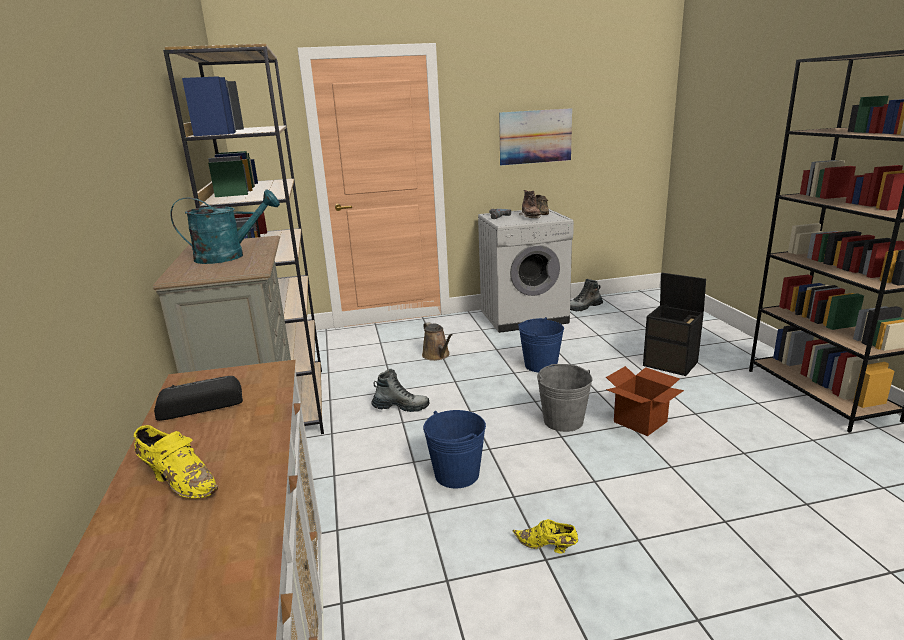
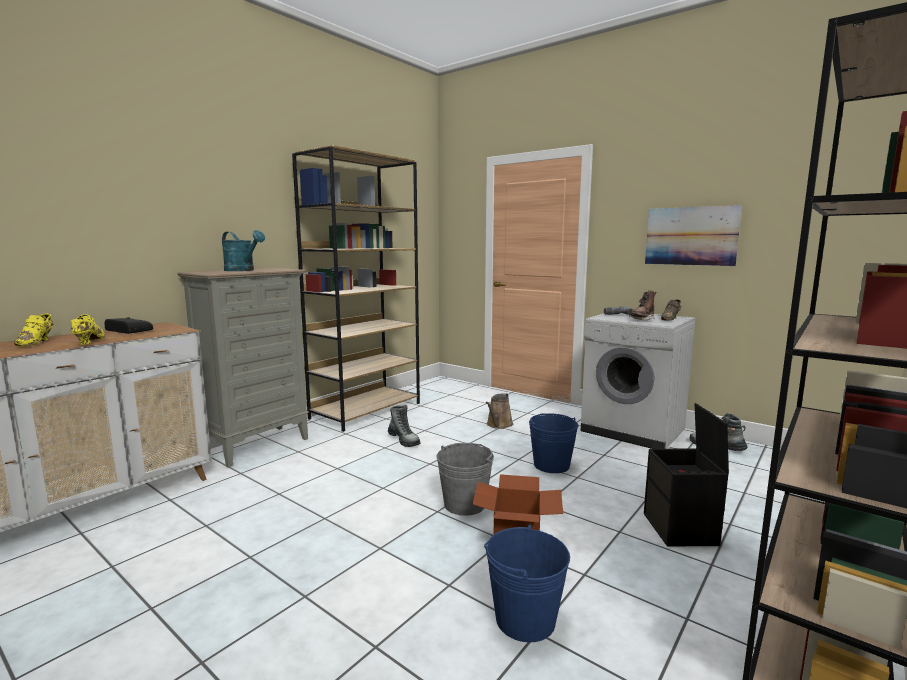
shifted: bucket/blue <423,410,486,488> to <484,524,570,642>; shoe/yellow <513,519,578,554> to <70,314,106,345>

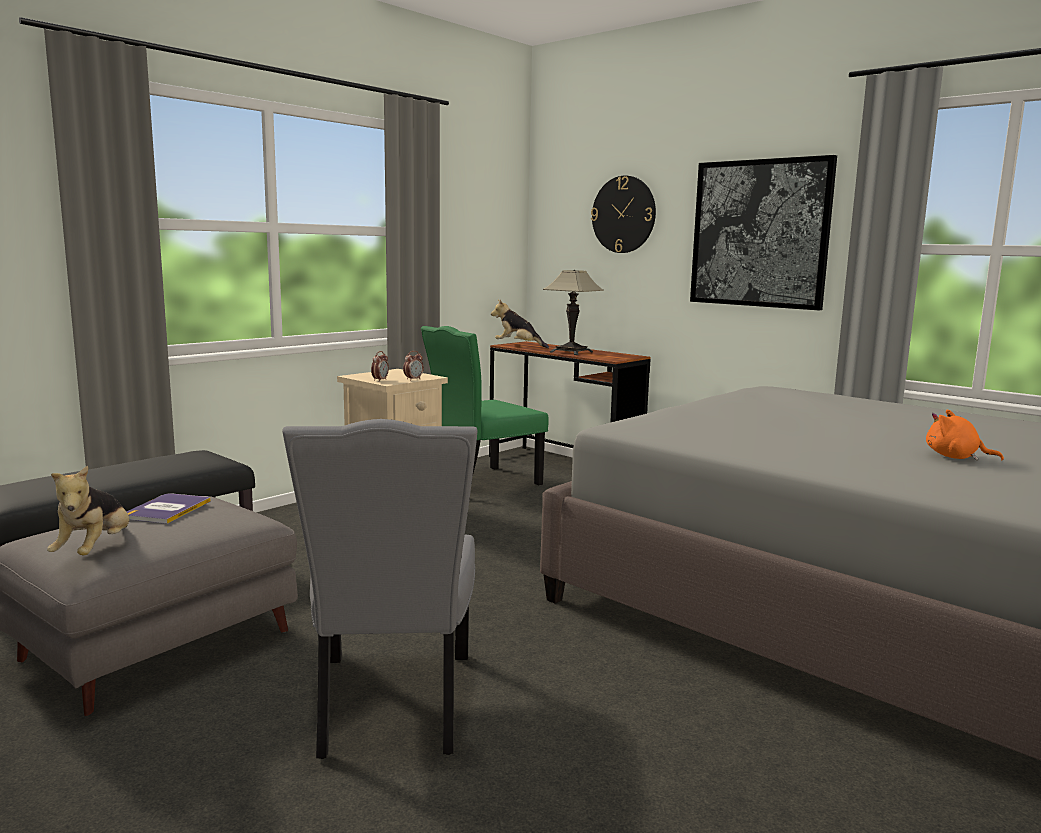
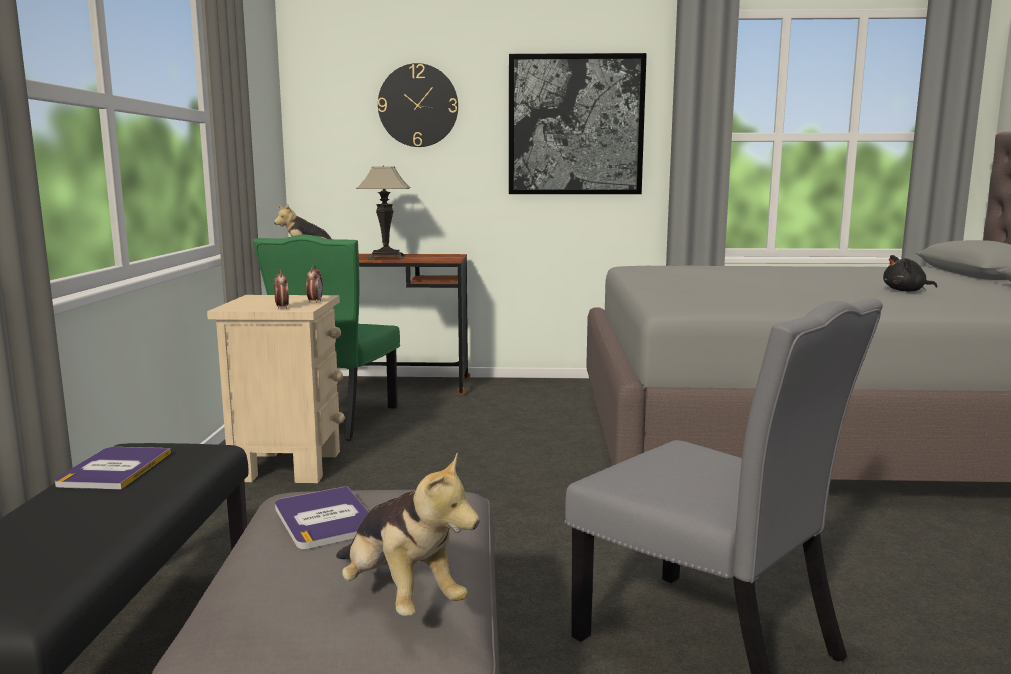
new: book <55,447,171,490>
repainted: plush toy/orange <926,410,1004,461> to plush toy/black <883,255,937,291>

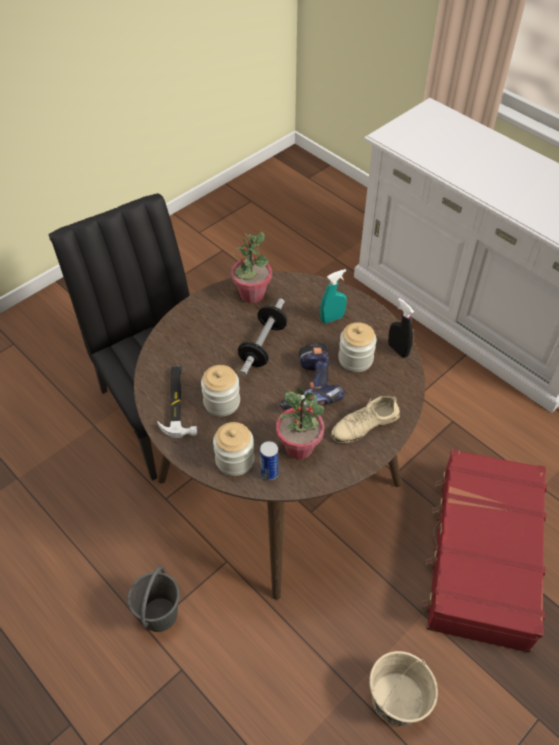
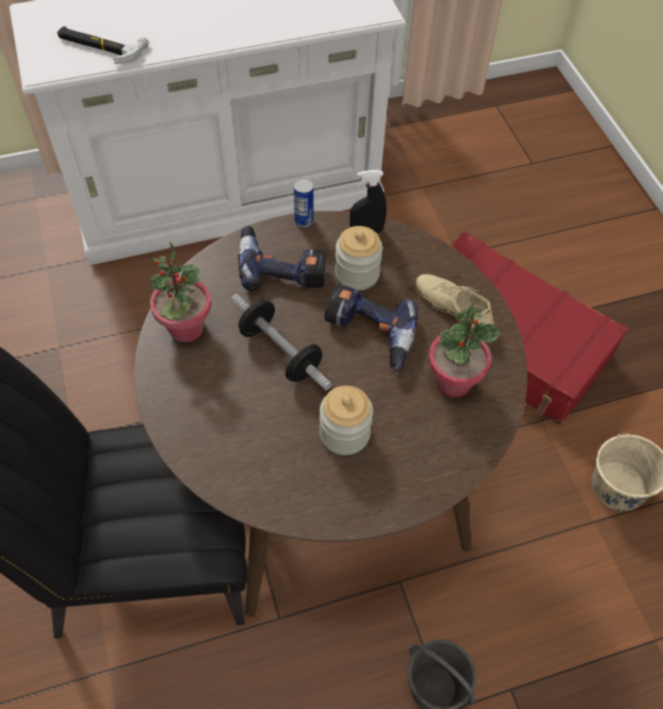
gone: jar <213,422,254,476>
shifted: hammer <157,366,197,438> to <57,26,149,64>; can <260,441,278,481> to <294,178,314,228>
swapped: spray bottle/turquoise <320,269,347,323> to power drill <238,225,325,291>
rotated: shoe/beige <331,396,400,443> = <414,274,494,331> 135 degrees clockwise

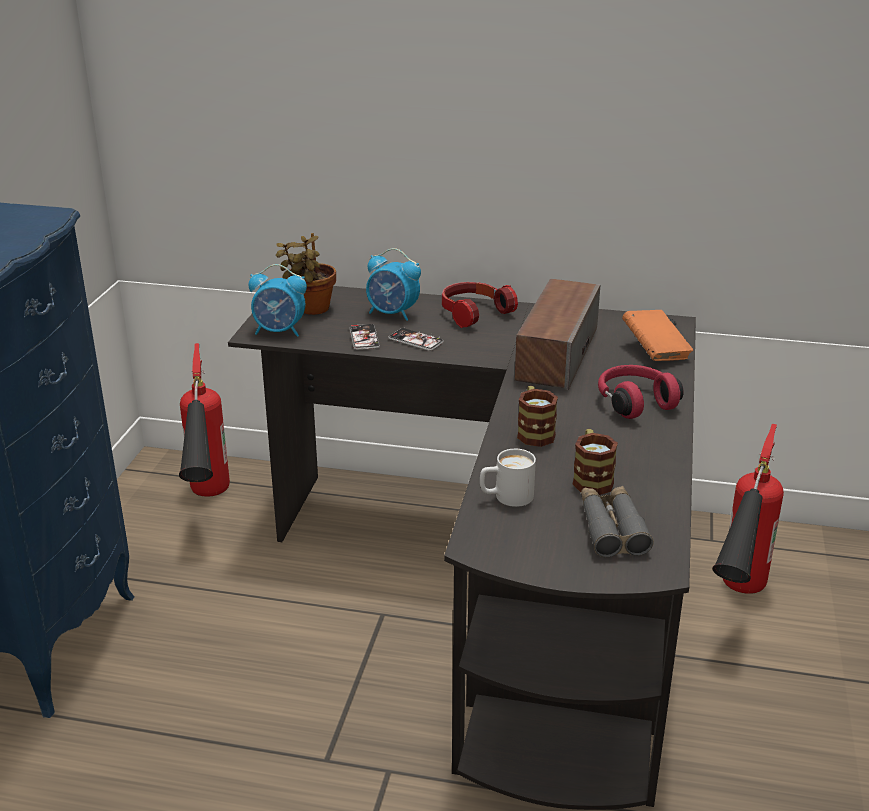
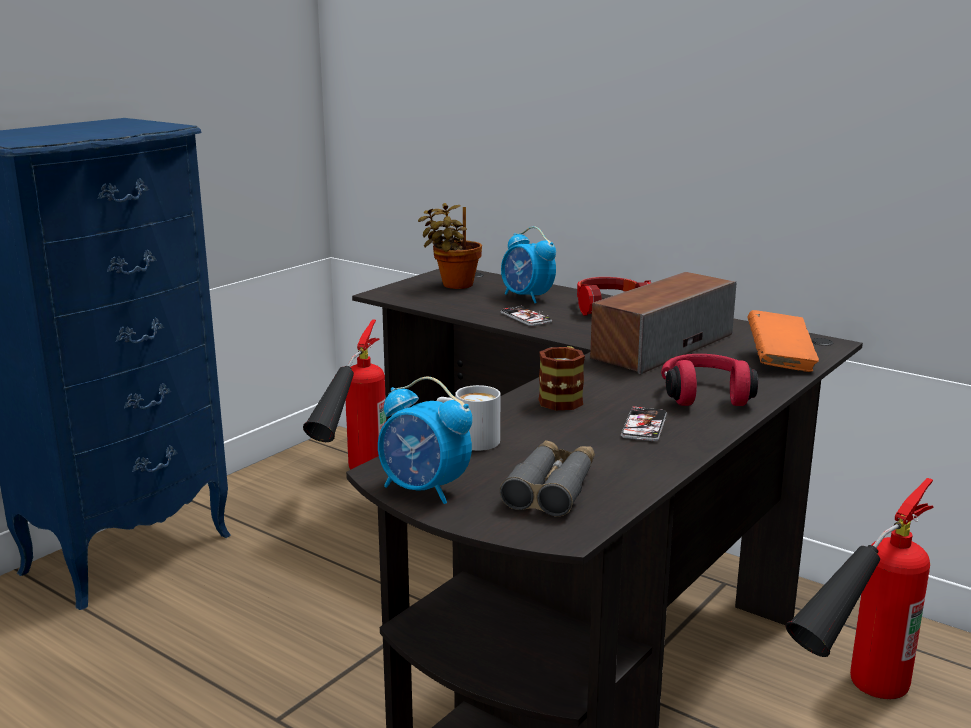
gone: mug <572,429,618,495>
shifted: alarm clock <248,264,307,337> to <378,377,473,504>; phone <349,324,380,350> to <621,407,667,441>

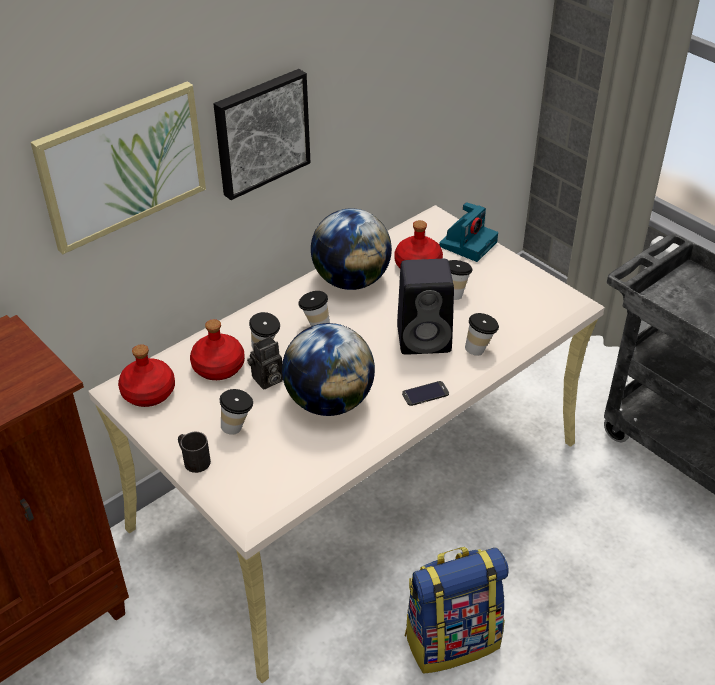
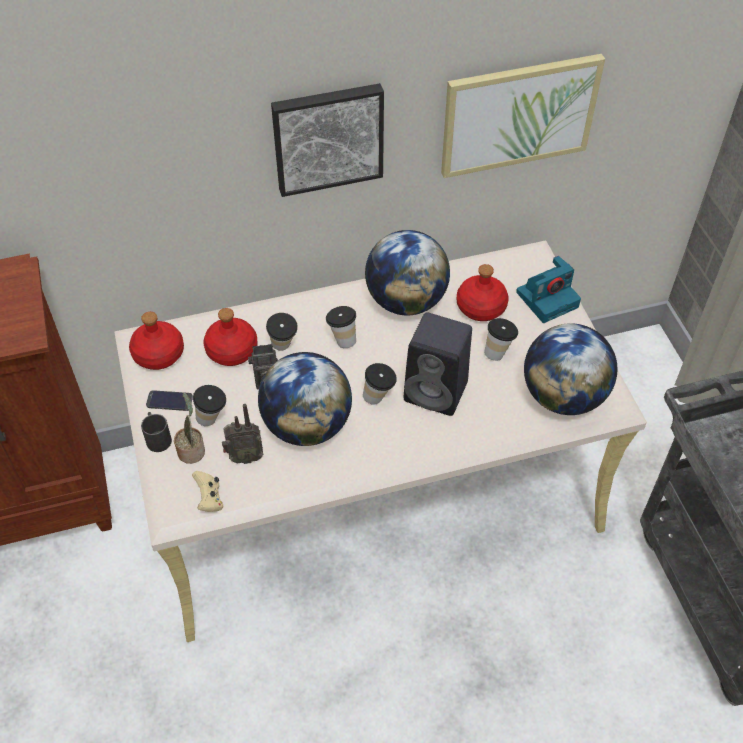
gone: backpack <405,547,509,674>
new: potted plant <174,393,205,464>; game controller/beige <192,471,223,512>; radio <222,404,263,464>; globe <524,323,618,415>
shifted: picture <31,81,206,254> to <441,54,605,178>; phone <402,381,449,406> to <146,390,193,411>; cup <465,313,499,356> to <363,363,397,405>

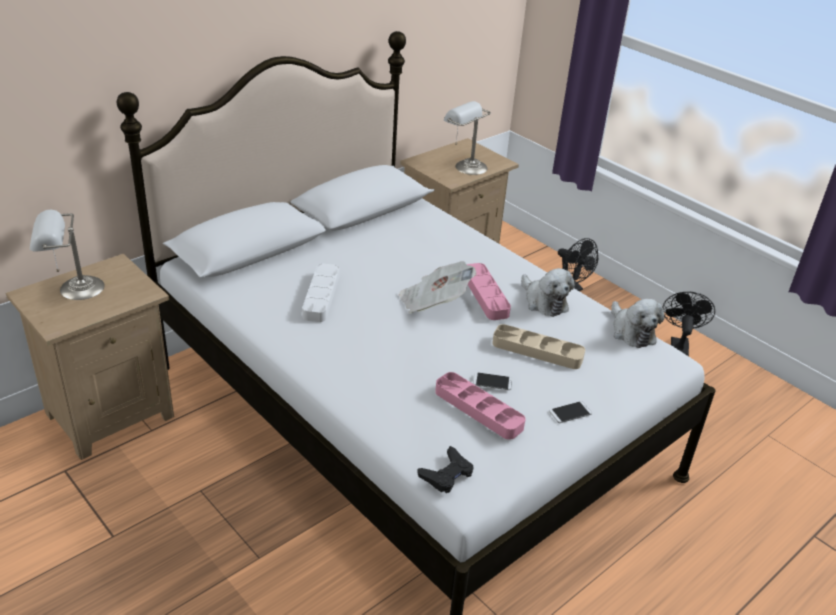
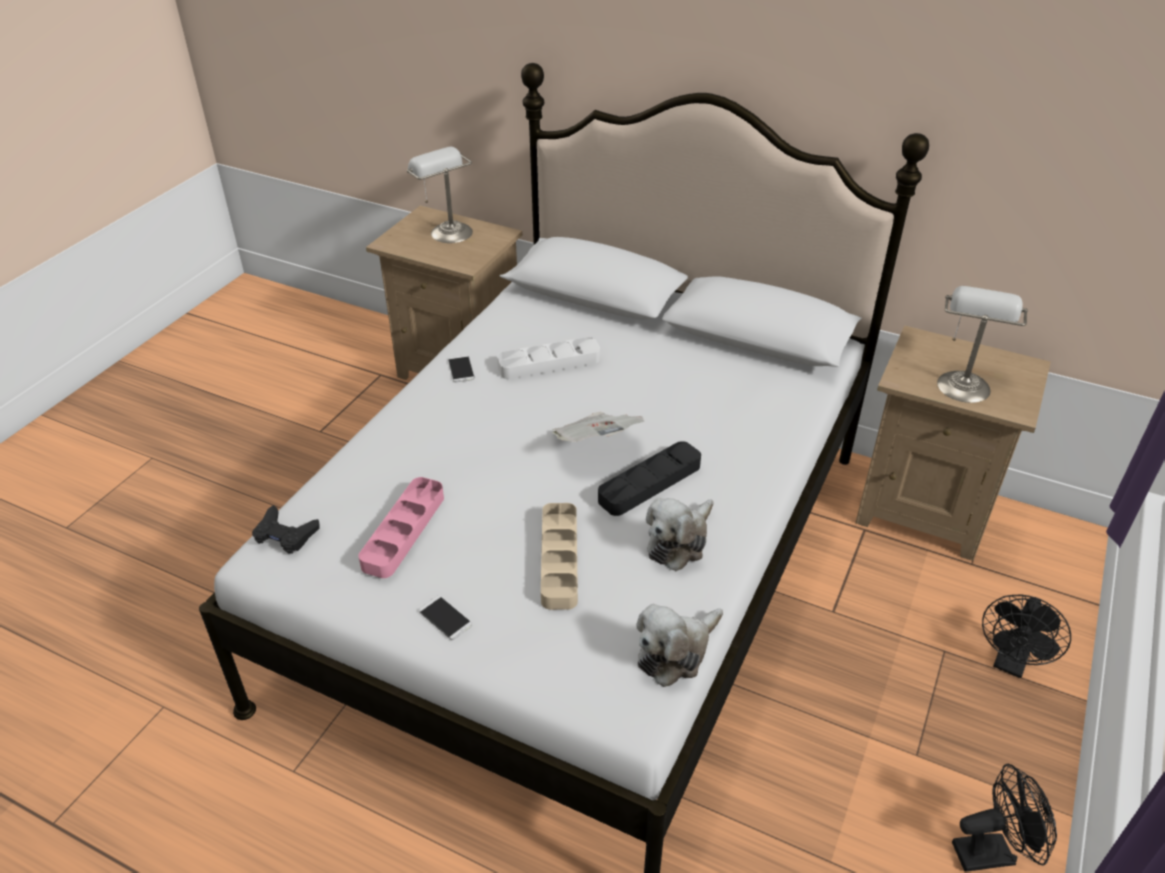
shifted: phone <473,372,512,390> to <448,355,475,382>
repainted: tray/pink <467,263,511,320> to tray/black <598,441,701,516>

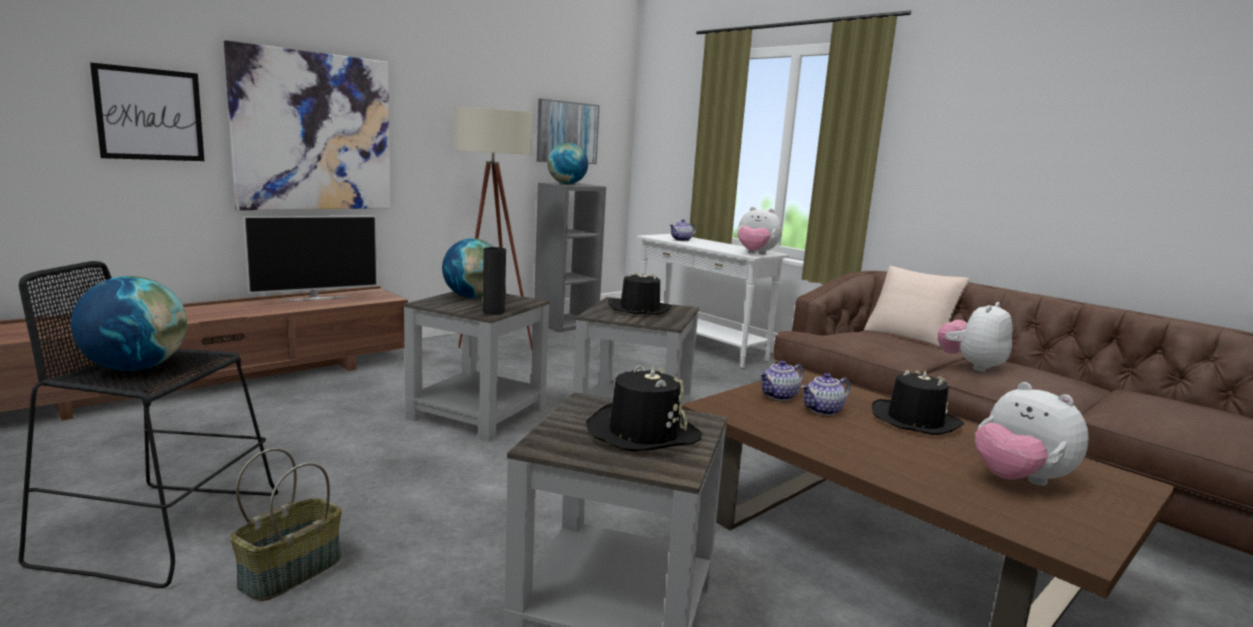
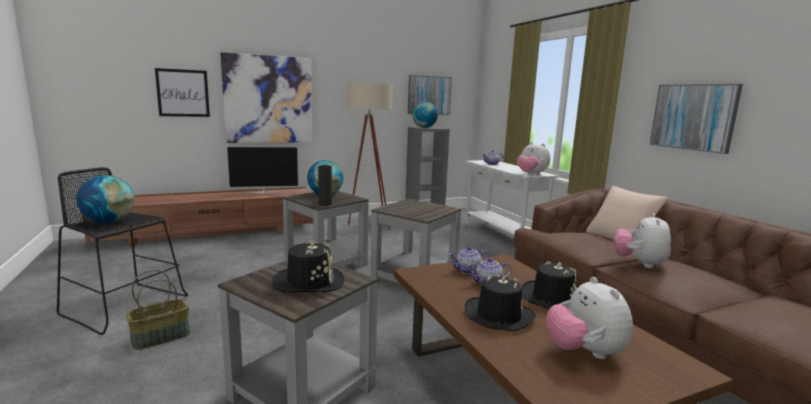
new: picture <650,84,743,154>
shifted: hat/black <609,271,673,315> to <465,274,536,331>
rotated: plush toy <937,302,1013,371> = <613,213,671,268> 45 degrees counterclockwise

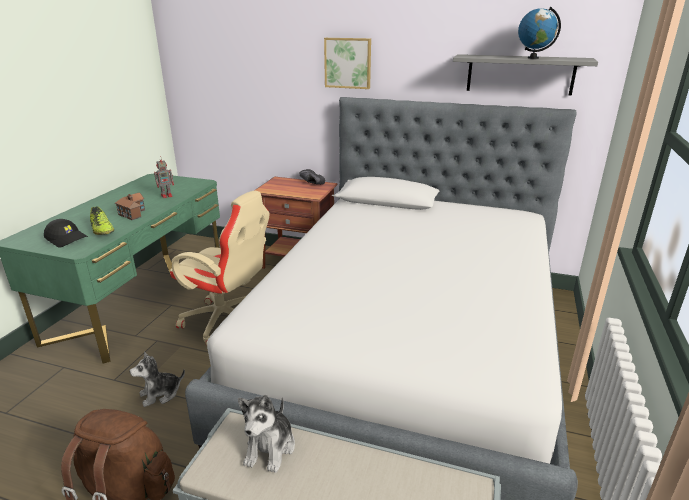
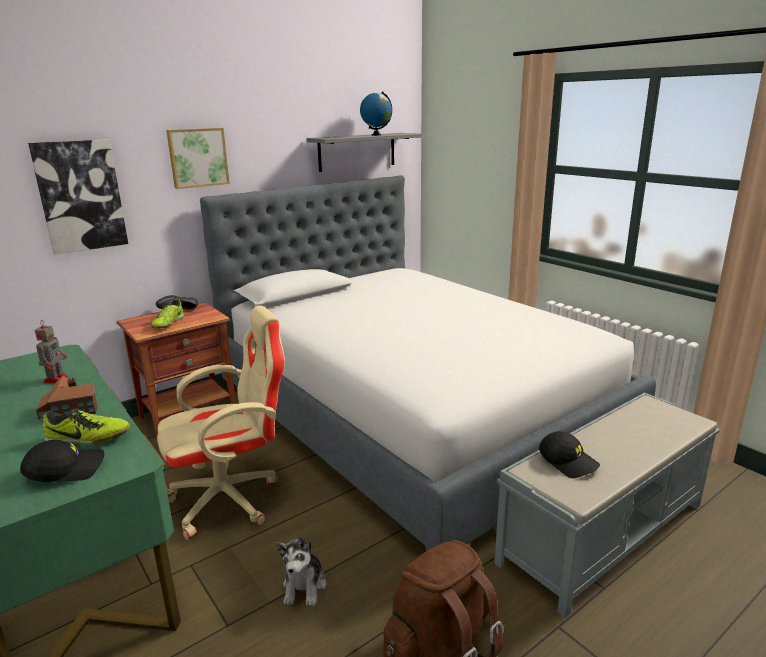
new: picture <28,139,128,255>; shoe <151,299,184,328>
swapped: plush toy <238,395,295,473> to cap/black <539,431,600,478>

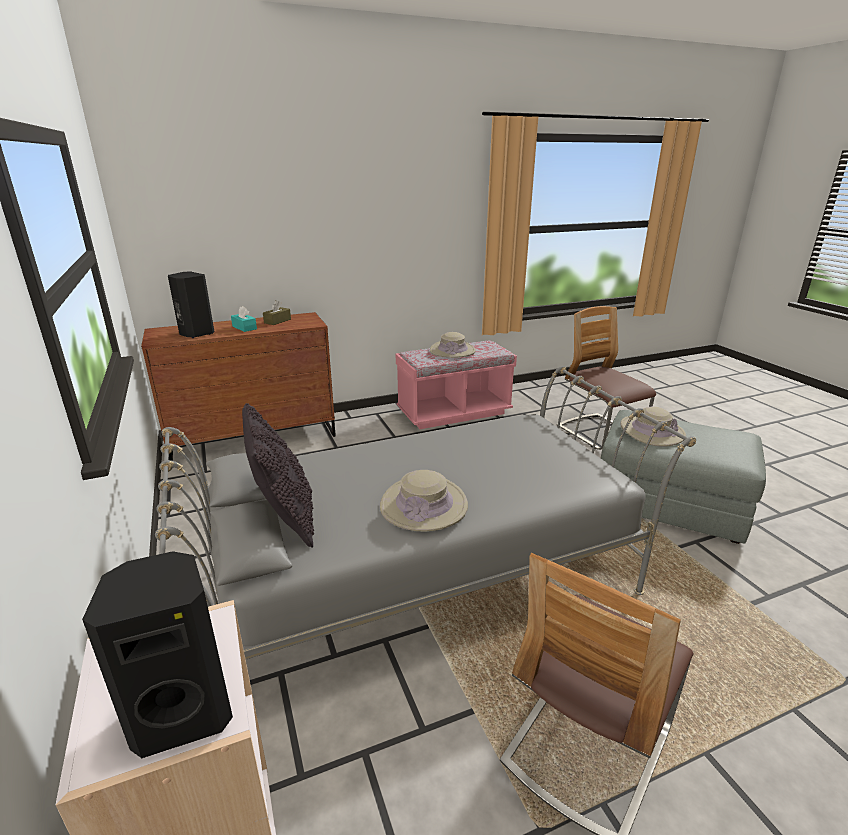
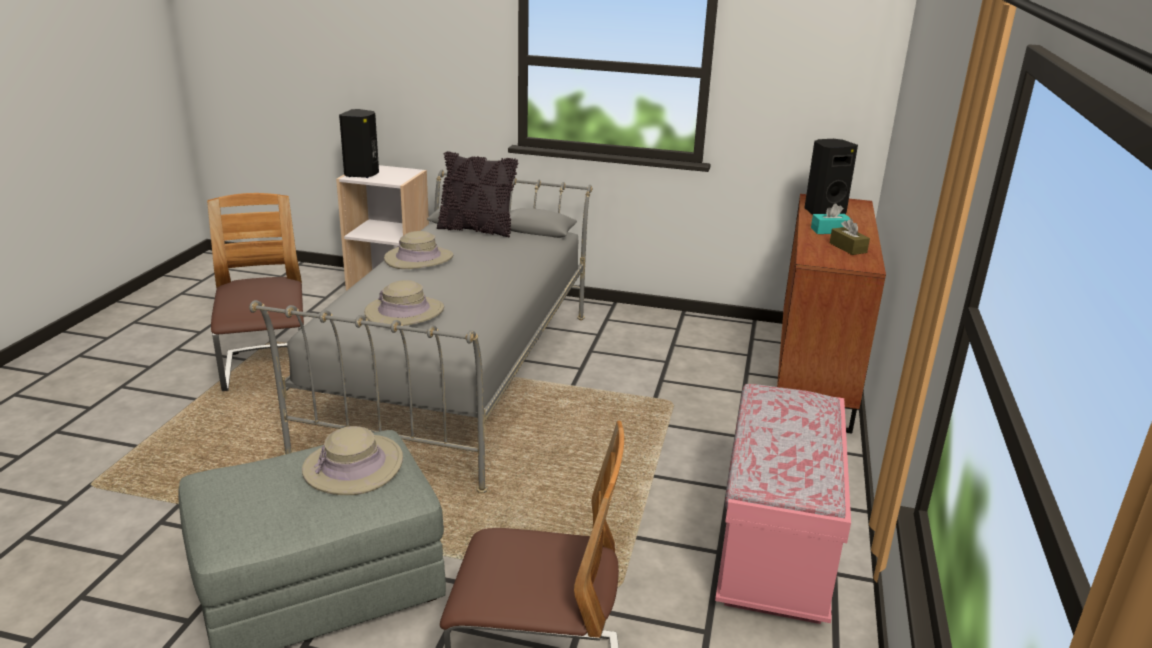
shifted: hat/beige <430,332,476,358> to <364,280,444,326>

